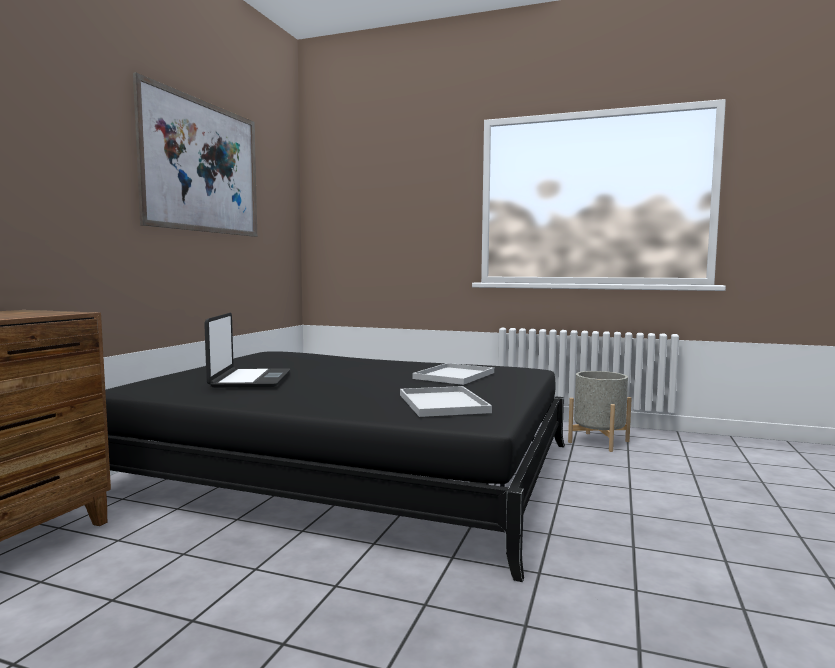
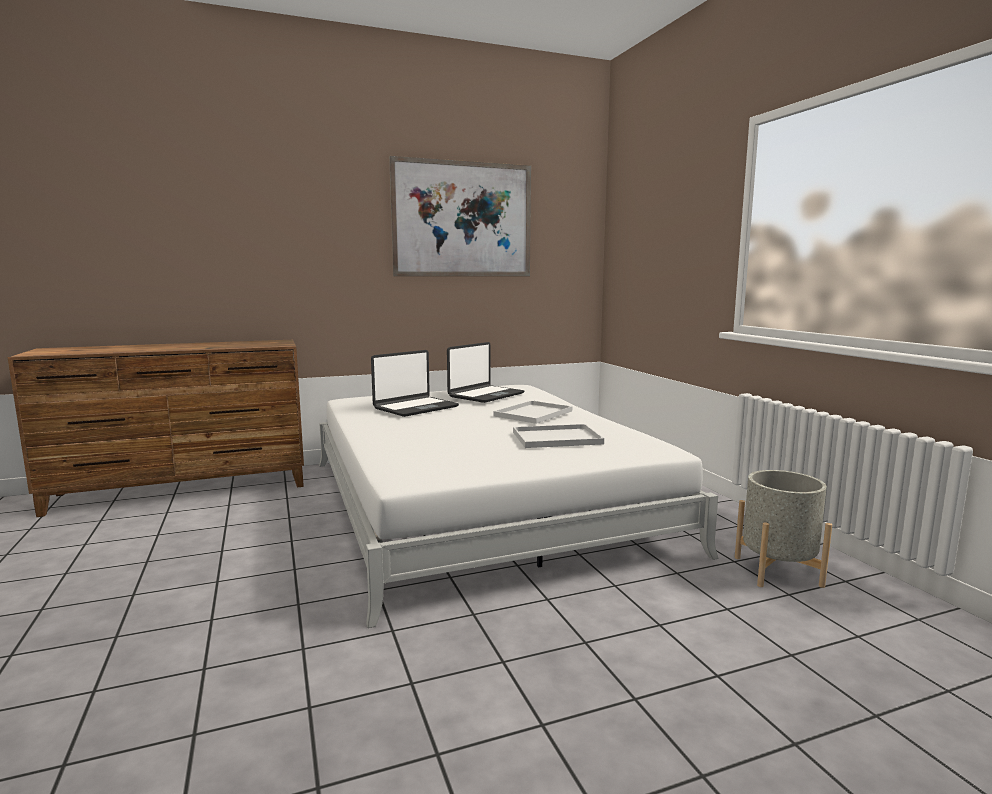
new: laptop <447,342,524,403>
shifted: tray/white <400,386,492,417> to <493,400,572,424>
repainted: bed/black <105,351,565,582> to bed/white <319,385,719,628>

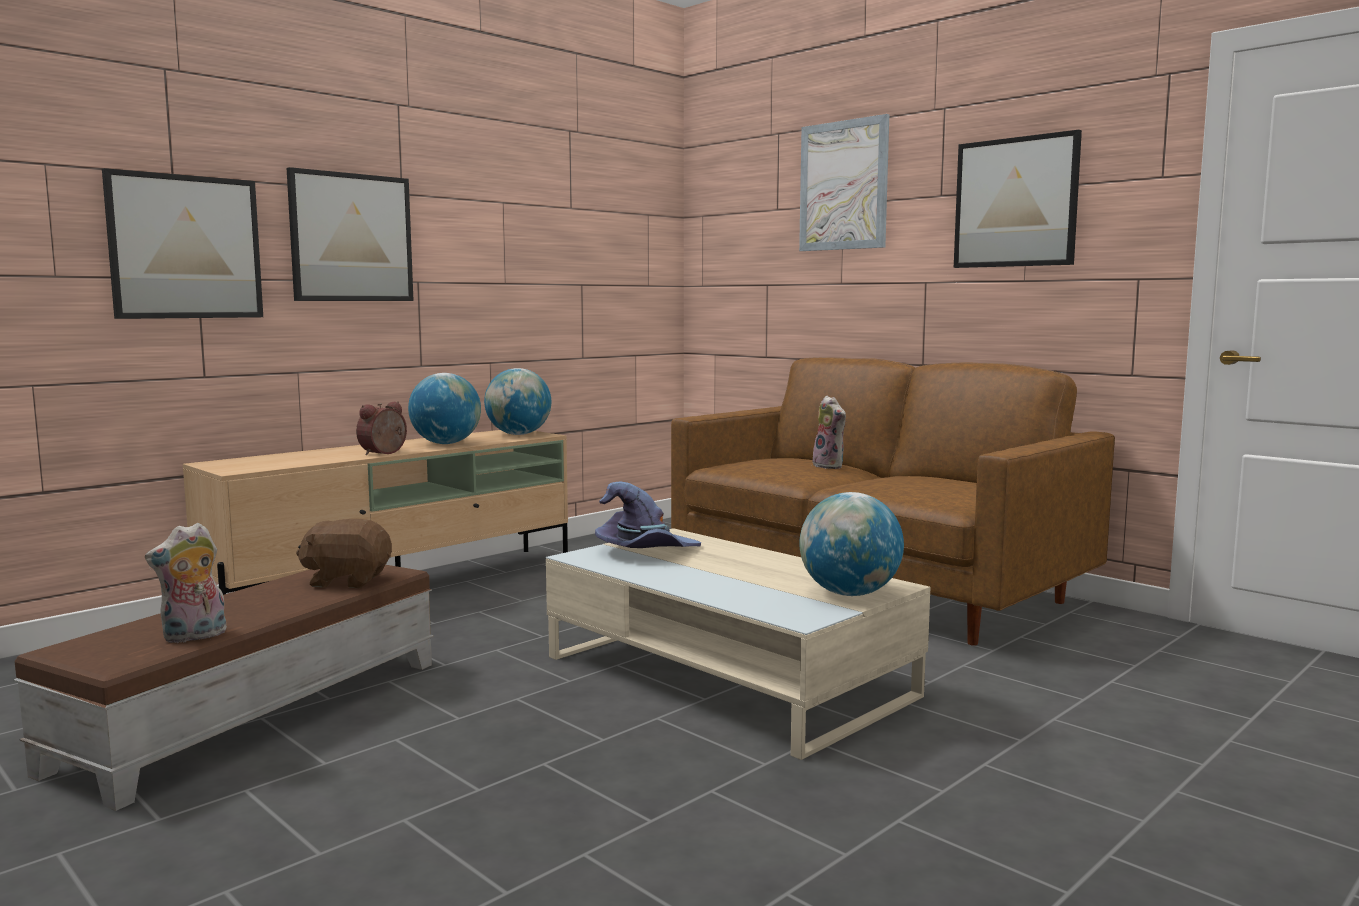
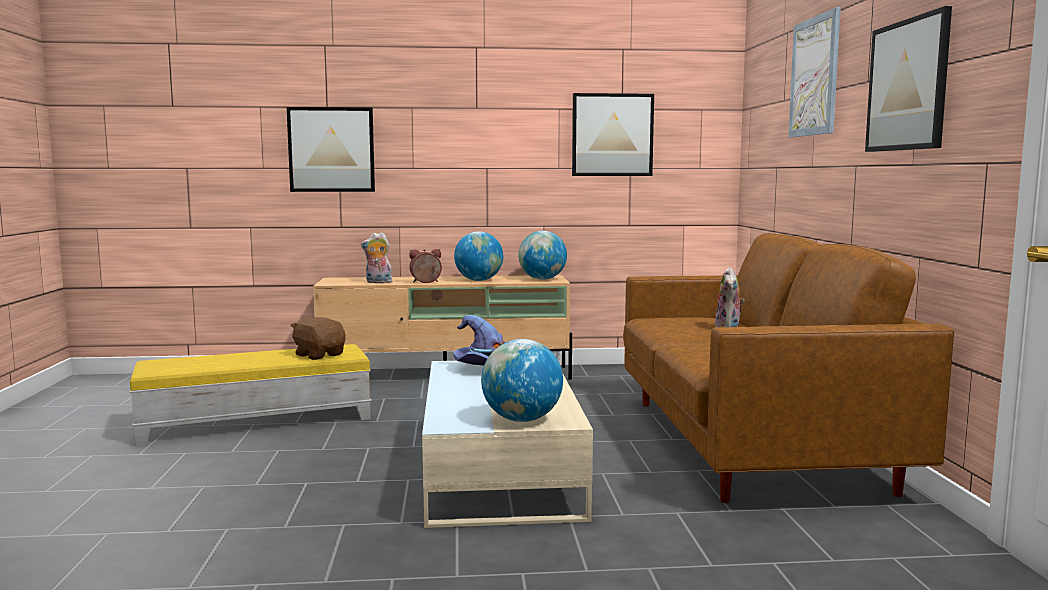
shifted: plush toy <145,523,227,643> to <361,232,392,283>; picture <287,167,414,301> to <572,93,654,176>
repainted: ottoman/brown <13,565,434,811> to ottoman/yellow <130,344,372,446>

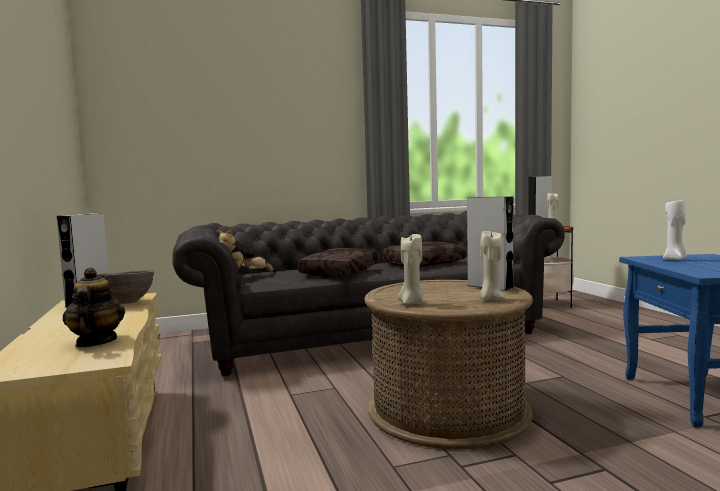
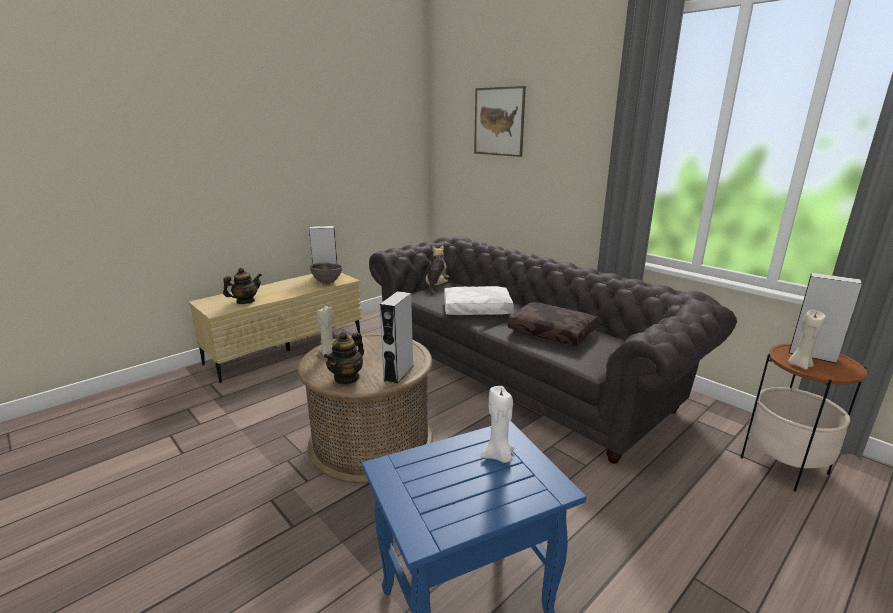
new: picture <474,86,526,157>
swapped: candle/beige <480,229,505,300> to teapot <324,332,364,385>
repainted: pillow/brown <298,248,378,277> to pillow/white <444,286,514,315>
rotated: plush toy <217,229,276,273> = <426,245,449,296> 75 degrees clockwise

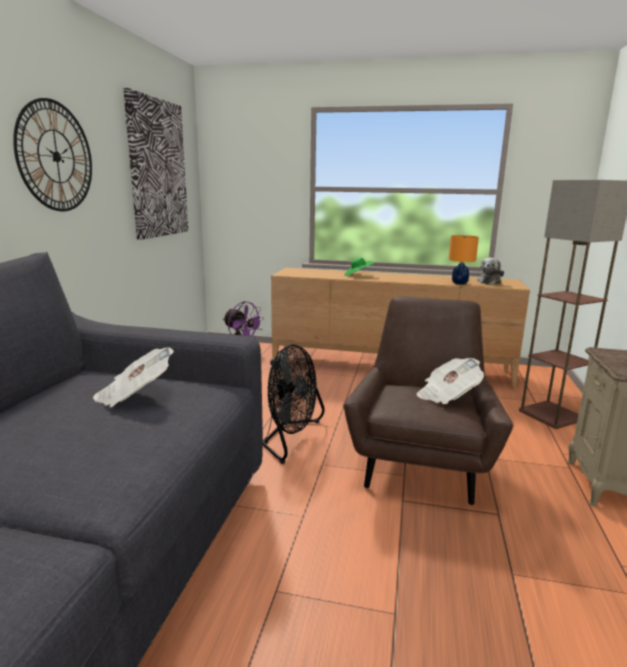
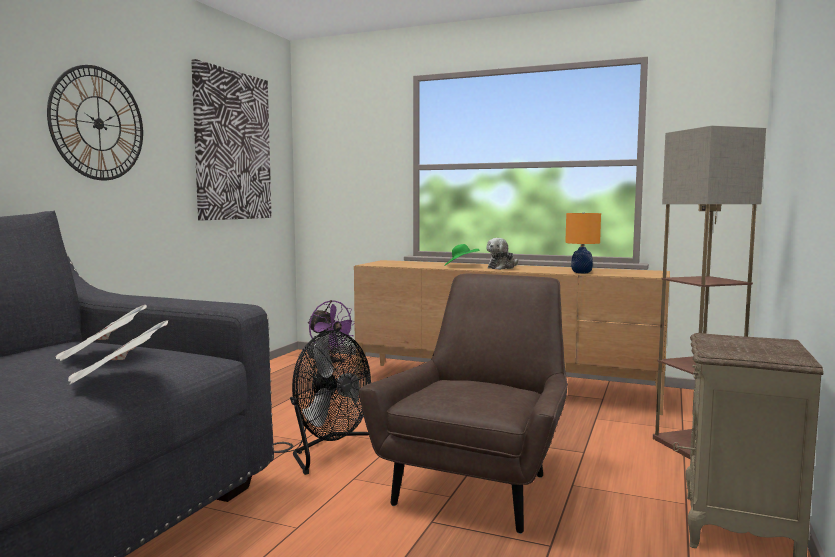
shifted: newspaper <416,358,484,404> to <68,320,168,384>; plush toy <477,258,504,285> to <486,238,518,270>

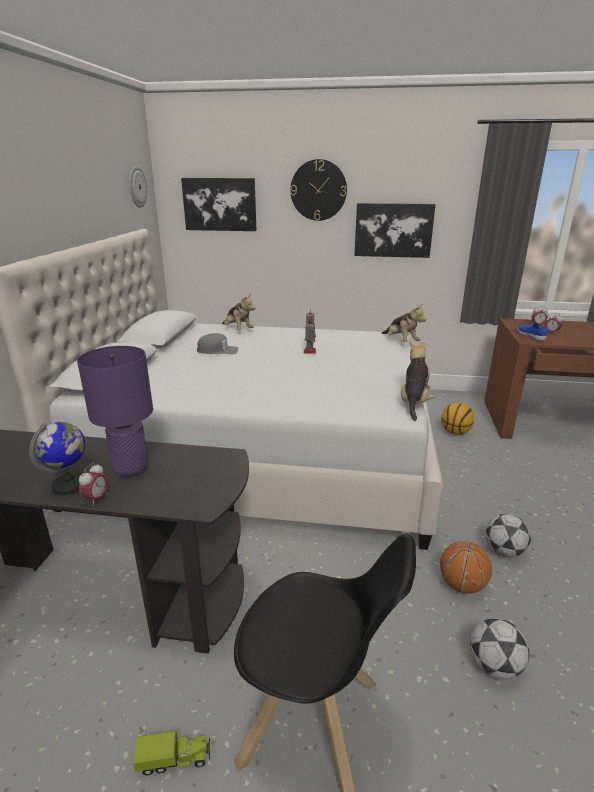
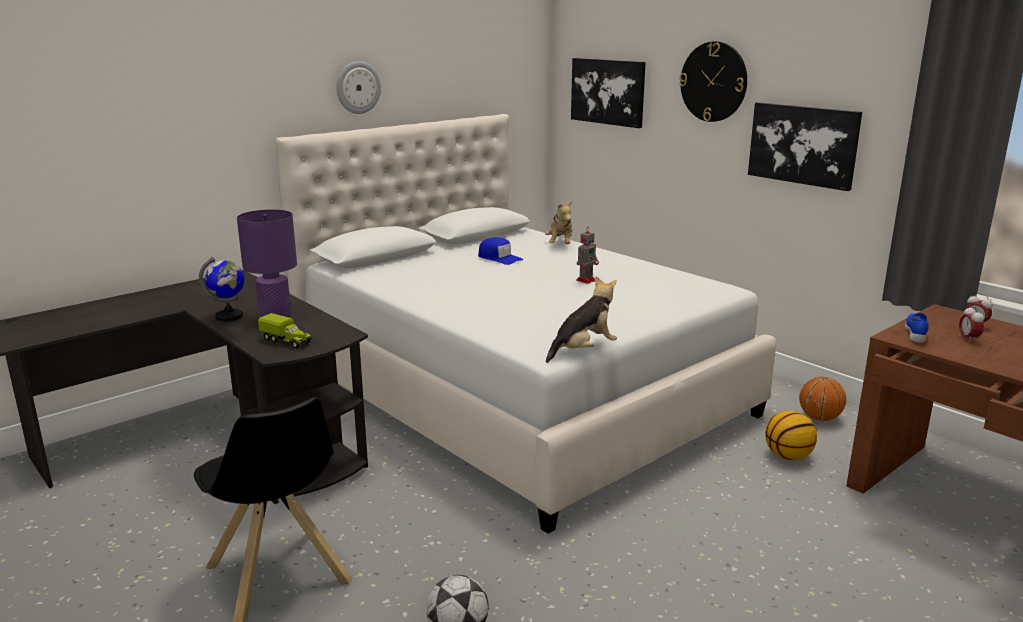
gone: alarm clock <79,463,108,506>; plush toy <382,303,426,342>; football <486,514,531,557>
shifted: wall clock <129,166,147,208> to <336,61,381,114>; toy truck <133,731,210,775> to <258,313,313,349>; basketball <440,541,492,594> to <799,377,847,421>
repainted: cap/grey <197,333,239,354> to cap/blue <478,237,523,265>

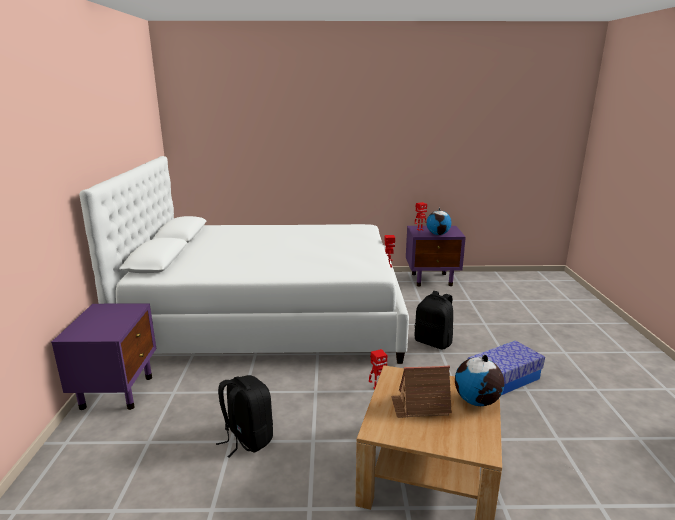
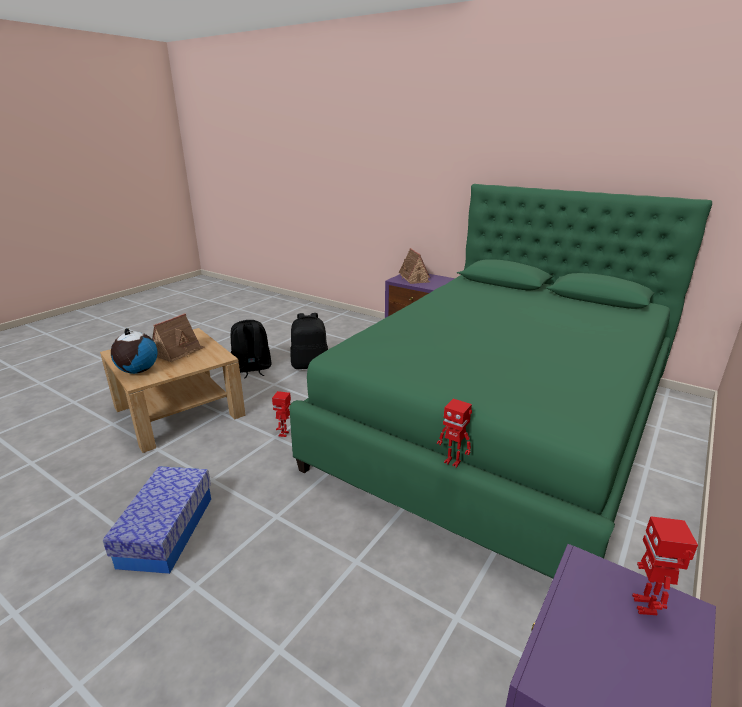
gone: globe <426,207,452,235>
new: toy house <399,248,430,284>
shifted: backpack/black <414,291,453,349> to <231,320,272,379>
repainted: bed/white <80,156,409,364> to bed/green <289,184,712,579>

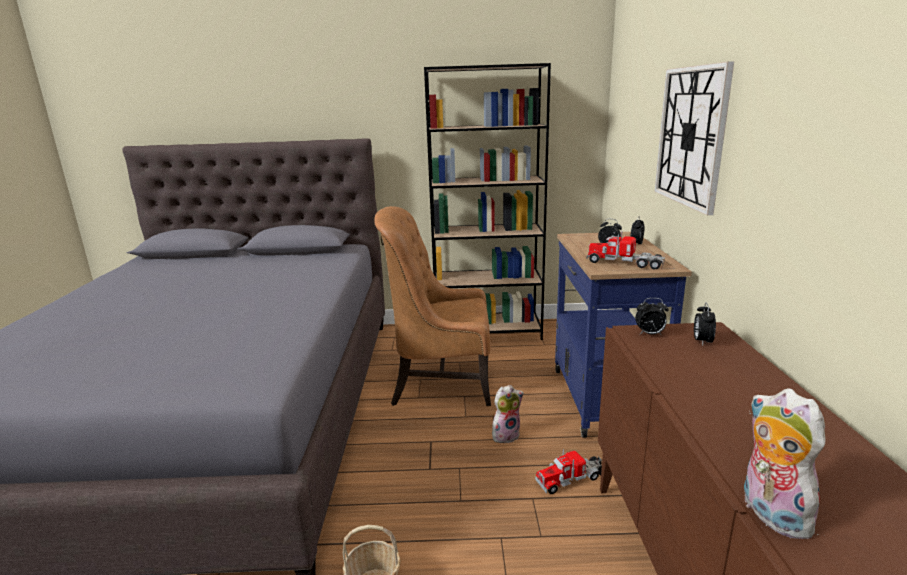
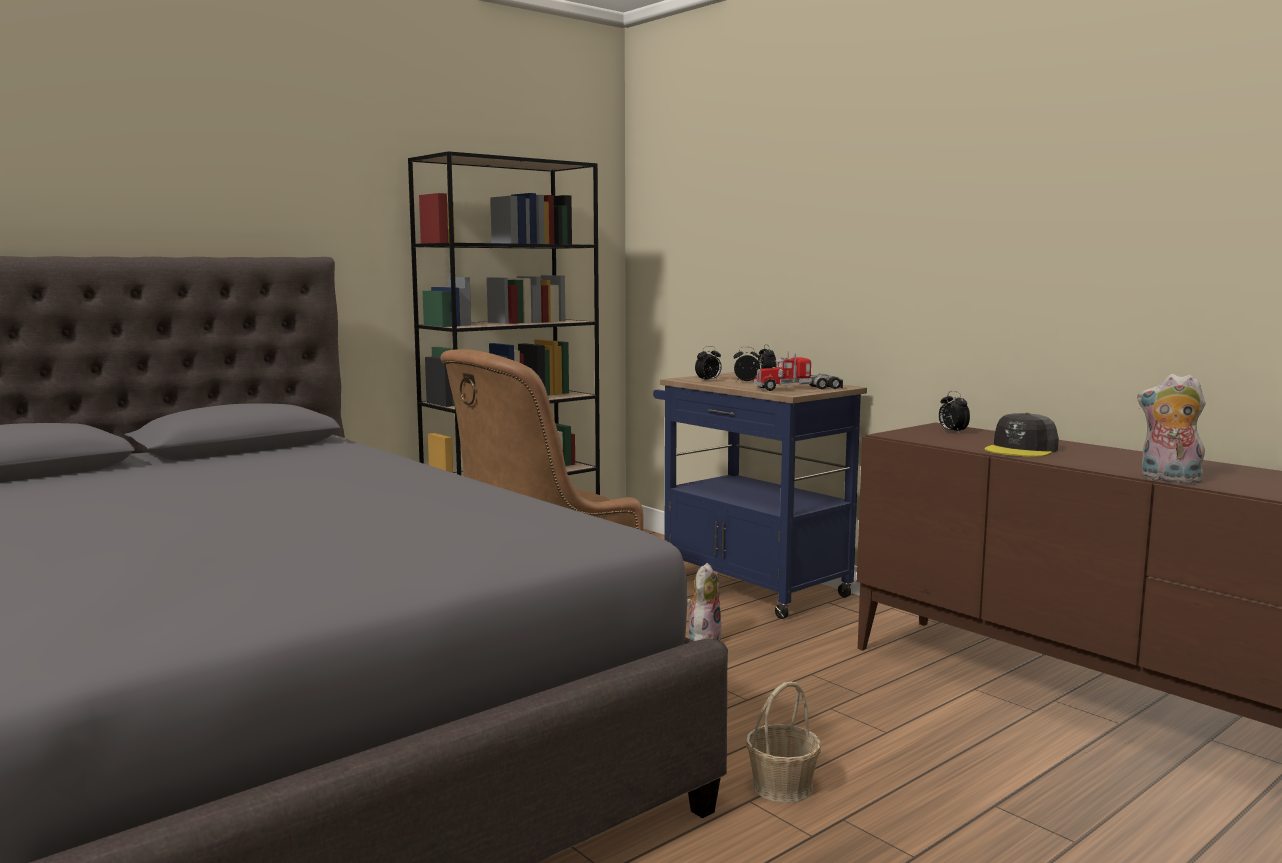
gone: toy truck <535,449,602,494>; wall clock <654,61,734,215>
new: cap/grey <984,413,1059,457>
shifted: alarm clock <635,298,669,334> to <695,346,722,381>

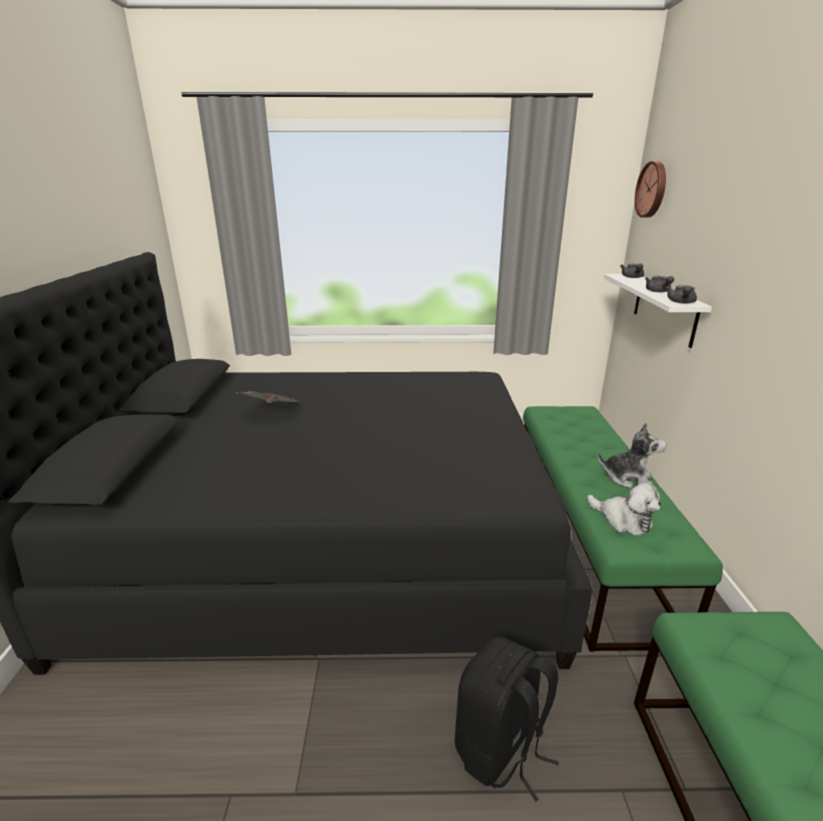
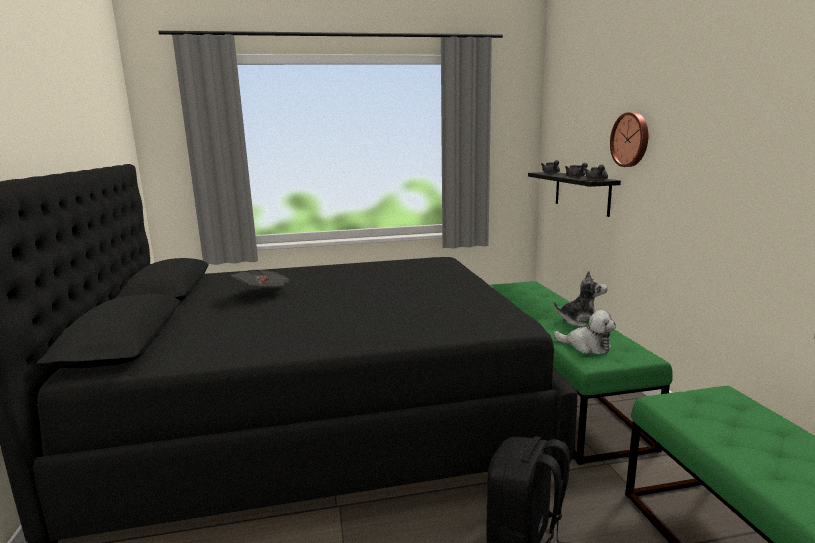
shifted: wall clock <635,161,666,218> to <610,112,648,167>
repainted: shelf/white <604,274,712,348> to shelf/black <528,172,621,217>

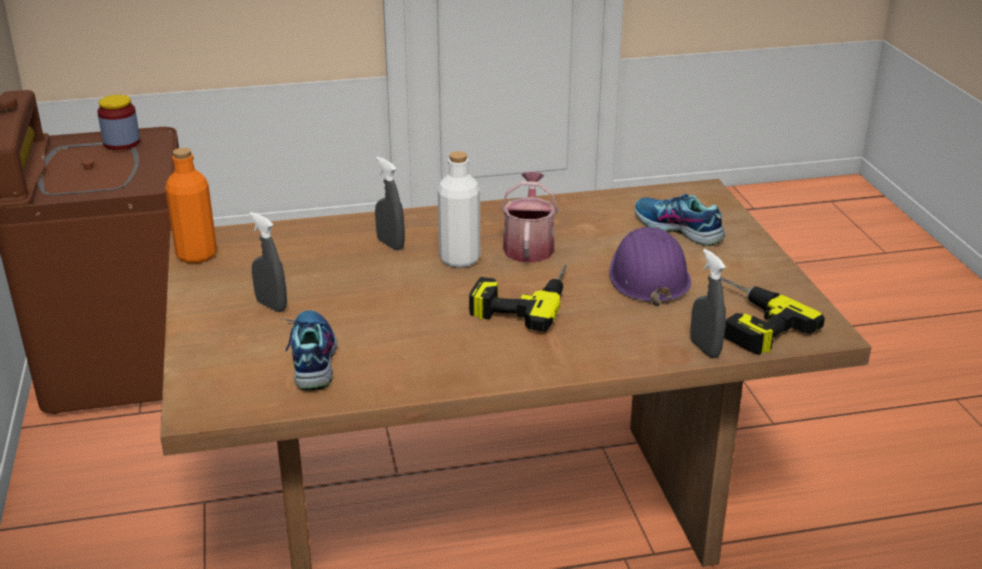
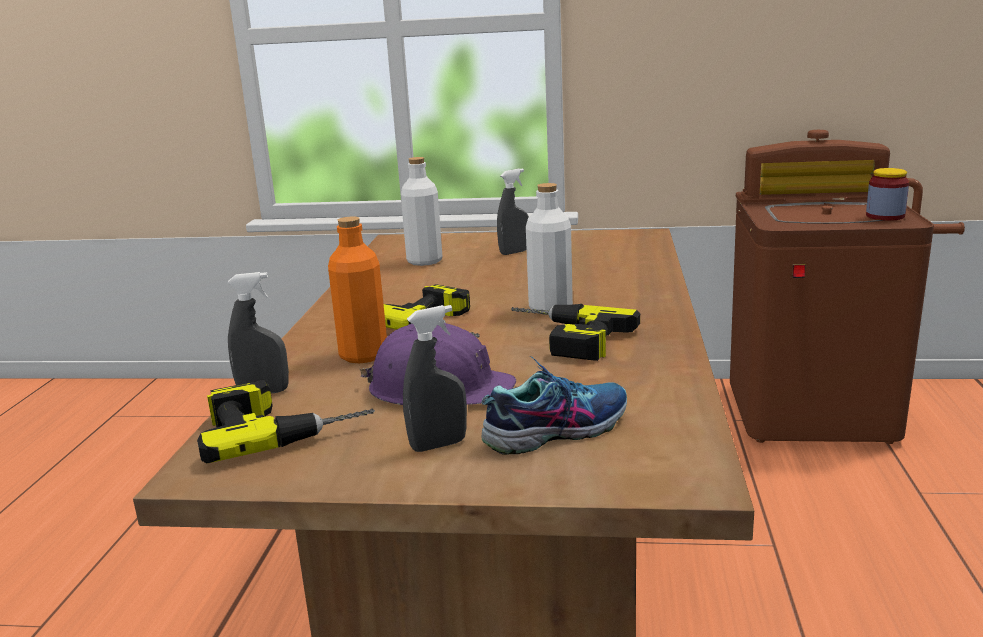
shifted: bottle/orange <165,148,217,263> to <328,216,387,364>; spray bottle/grey <375,157,405,250> to <403,305,467,452>
swapped: shoe <280,310,337,390> to bottle/white <401,157,442,266>; watering can <500,171,558,262> to power drill <511,304,640,361>

